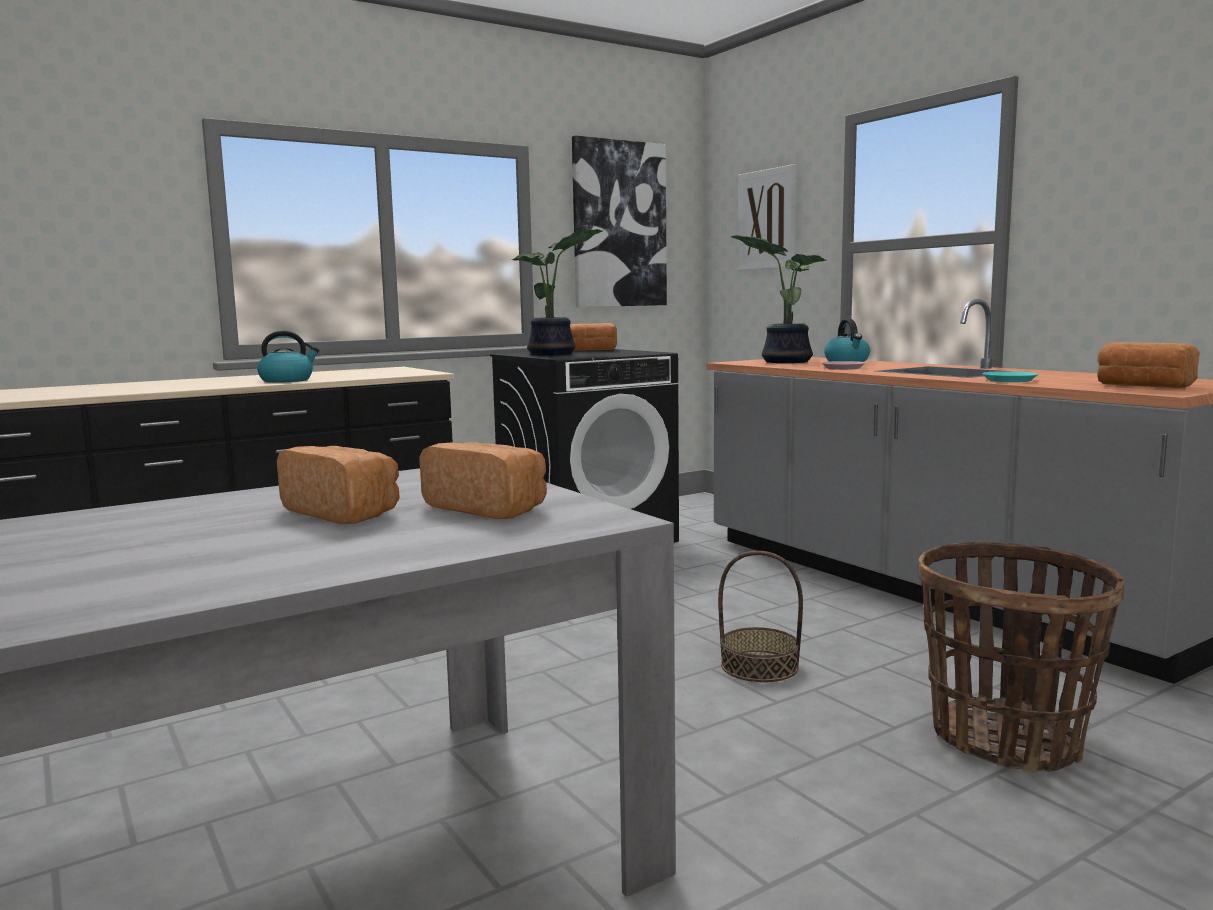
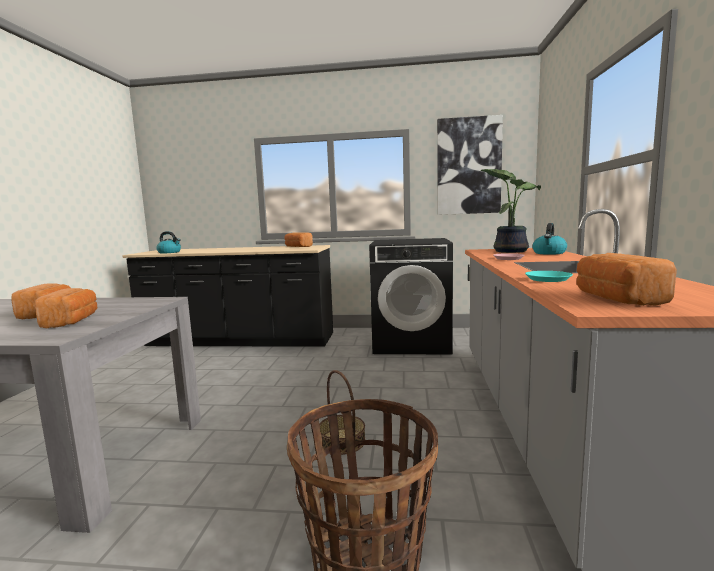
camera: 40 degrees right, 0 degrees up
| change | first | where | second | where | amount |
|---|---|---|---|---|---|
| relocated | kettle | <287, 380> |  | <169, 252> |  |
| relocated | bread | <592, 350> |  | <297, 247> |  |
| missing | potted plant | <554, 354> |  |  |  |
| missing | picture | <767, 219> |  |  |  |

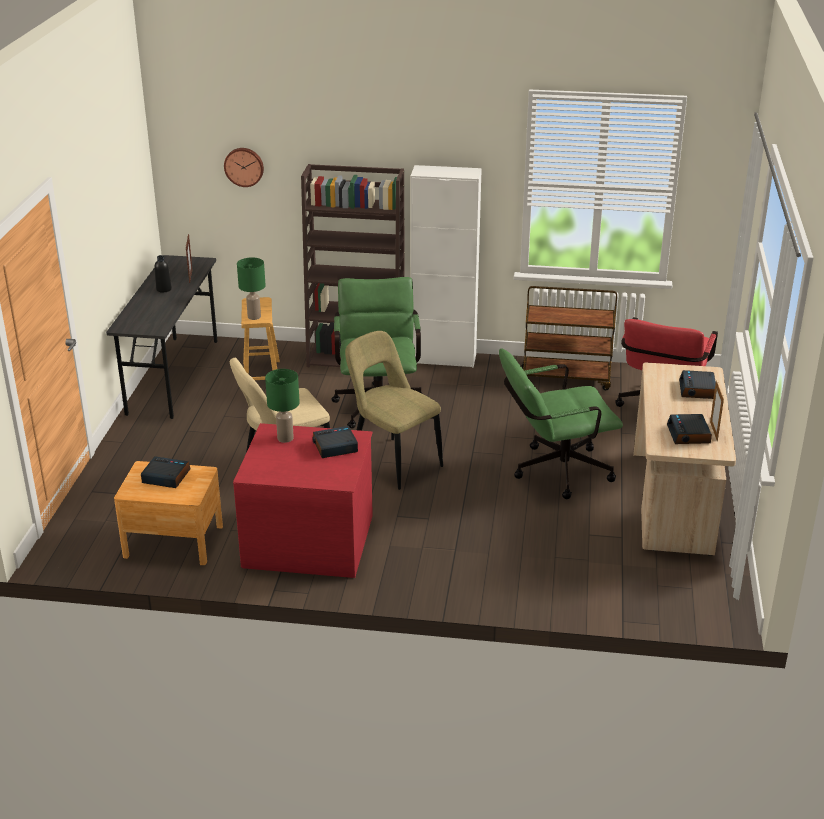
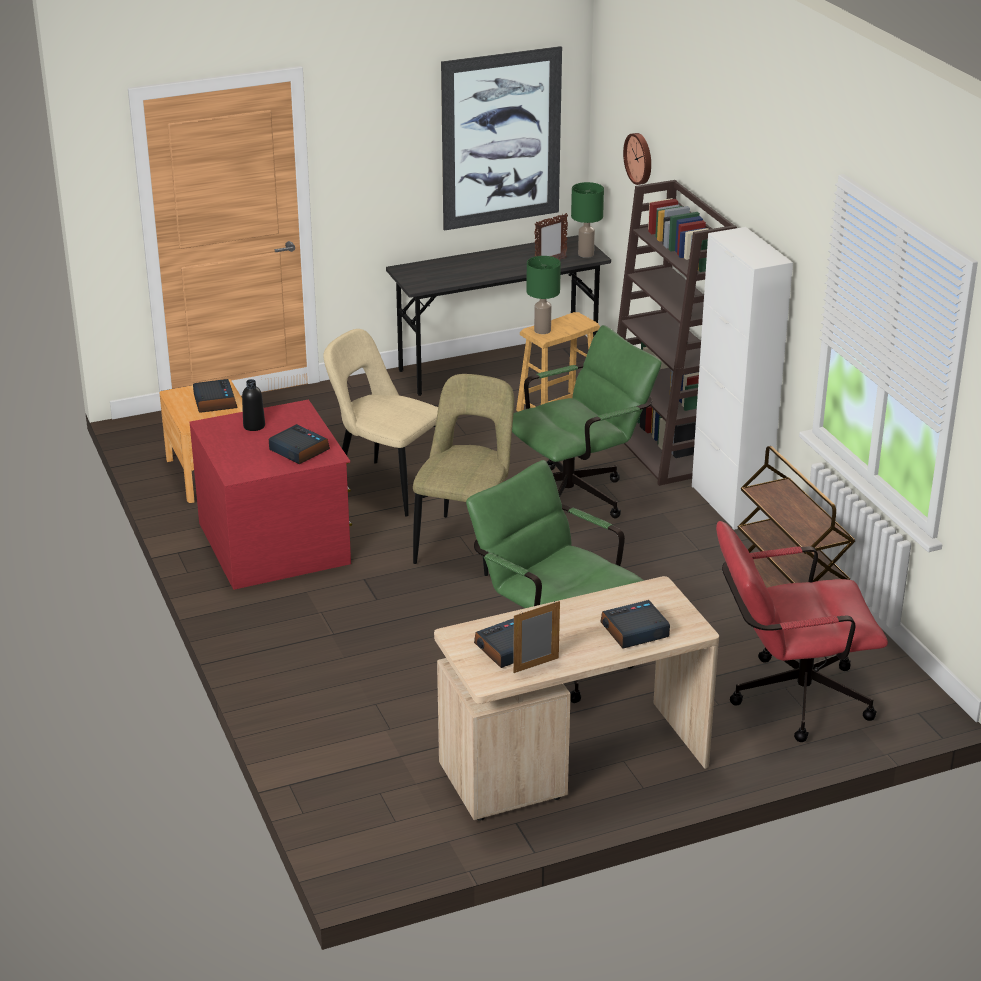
camera: 60 degrees right, 0 degrees up
| change | first | where | second | where | amount |
|---|---|---|---|---|---|
| relocated | black bottle | <164, 289> |  | <254, 426> |  |
| appeared |  |  | picture | <501, 139> |  |
| relocated | green table lamp | <285, 438> |  | <586, 254> |  |

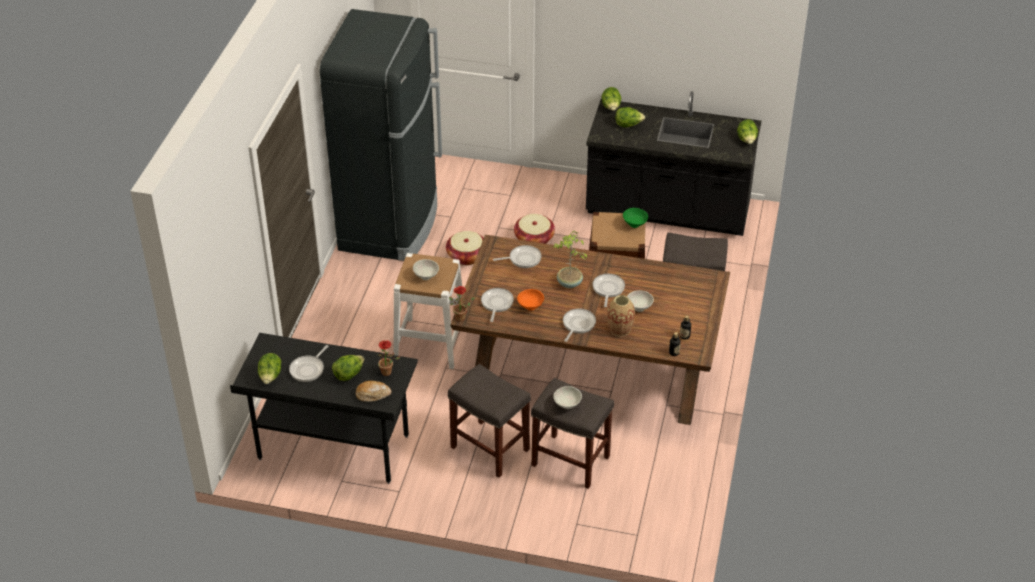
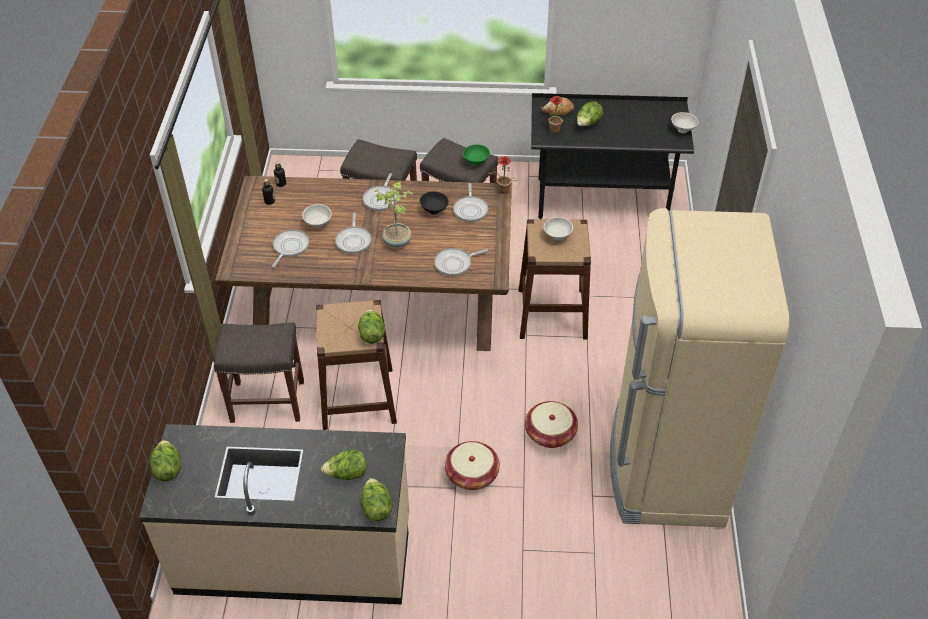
camera: 170 degrees right, 5 degrees up
| change | first | where | second | where | amount |
|---|---|---|---|---|---|
| colour | black counter | <668, 211> | beige counter | <295, 554> |  |
| relocated | frying pan | <308, 369> |  | <290, 247> |  |
| relocated | lettuce | <270, 377> |  | <372, 334> |  |
| colour | orange bowl | <530, 307> | black bowl | <434, 210> |  |
| relocated | green bowl | <635, 224> |  | <476, 163> |  |
| colour | white stool | <430, 343> | brown stool | <552, 313> |  |
| colour | black fridge | <390, 225> | beige fridge | <665, 469> |  |
| relocated | white bowl | <567, 406> |  | <682, 129> |  |
| missing | vase | <619, 329> |  |  |  |

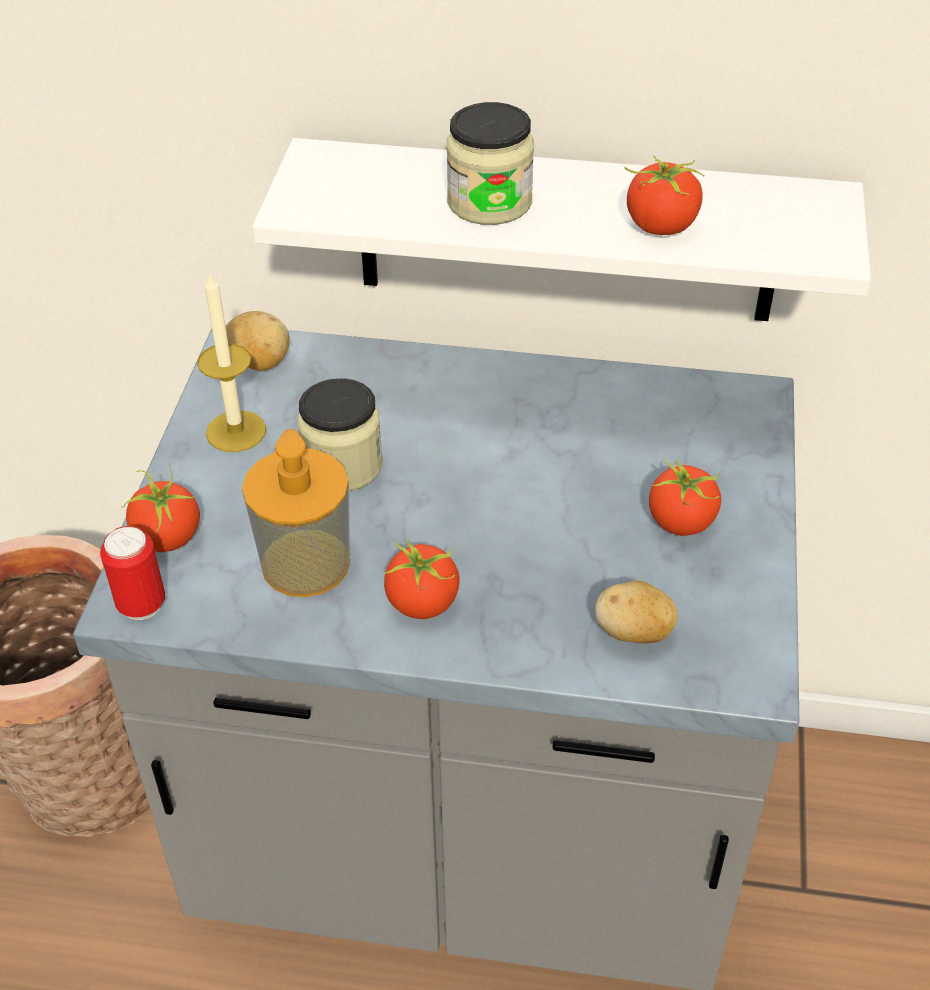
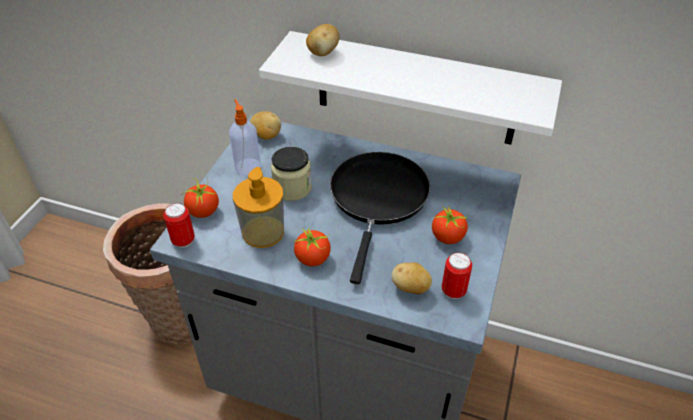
camera: 10 degrees right, 0 degrees up
| change | first | where | second | where | amount |
|---|---|---|---|---|---|
| exchanged | candle | <236, 431> | soap dispenser | <247, 166> |  |
| appeared |  |  | potato | <323, 53> |  |
| appeared |  |  | black frying pan | <378, 199> |  |
| appeared |  |  | can | <453, 291> |  |
| missing | jar | <489, 202> |  |  |  |
| missing | tomato | <660, 227> |  |  |  |

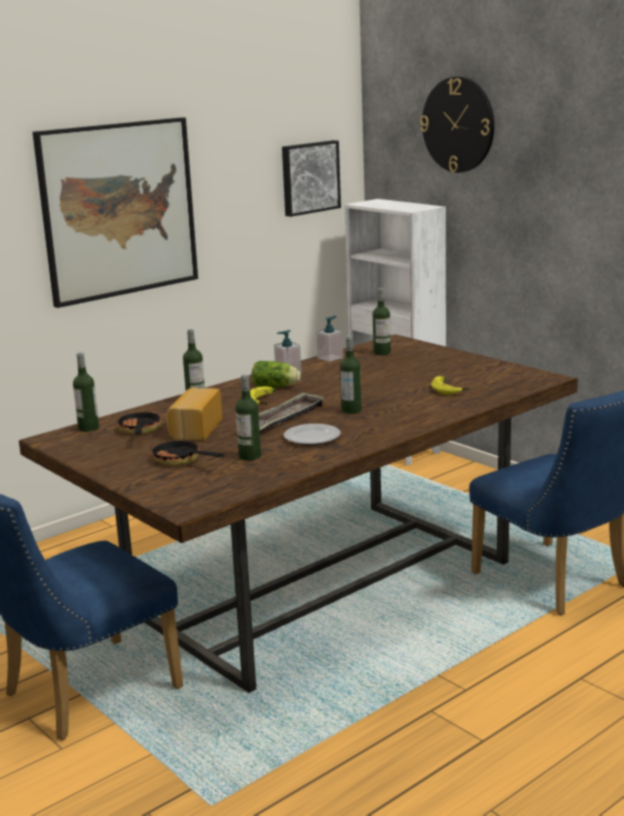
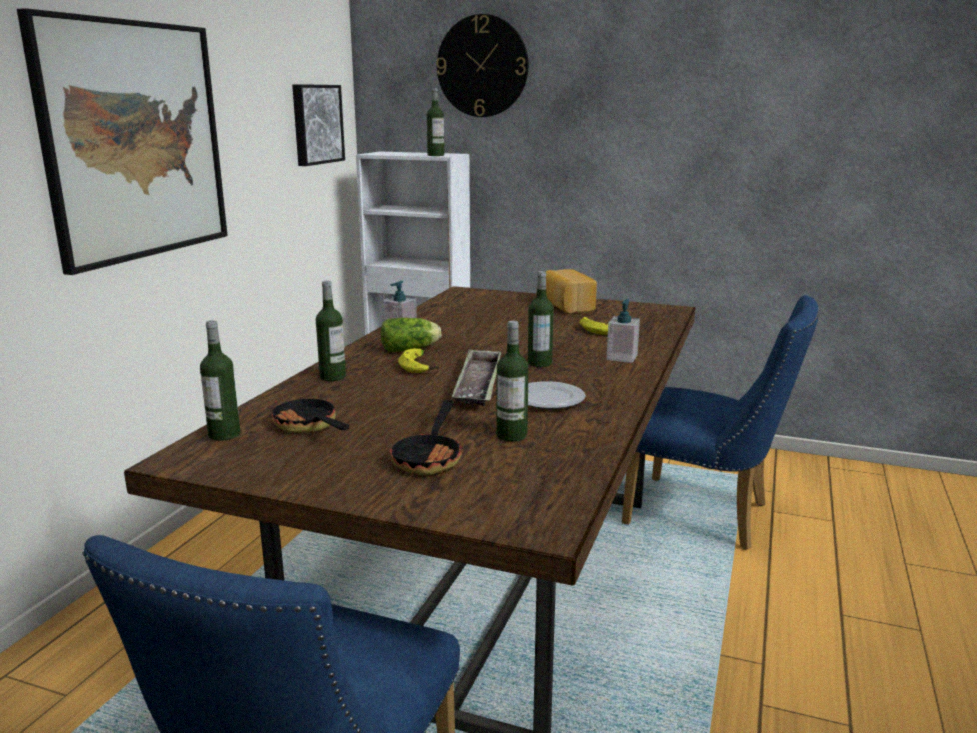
camera: 30 degrees left, 0 degrees up
| change | first | where | second | where | amount |
|---|---|---|---|---|---|
| spun | frying pan | <181, 461> |  | <430, 457> | 90 degrees counterclockwise |
| relocated | bottle | <382, 353> |  | <435, 155> |  |
| relocated | bread | <194, 429> |  | <566, 306> |  |
| relocated | soap dispenser | <330, 358> |  | <622, 357> |  |

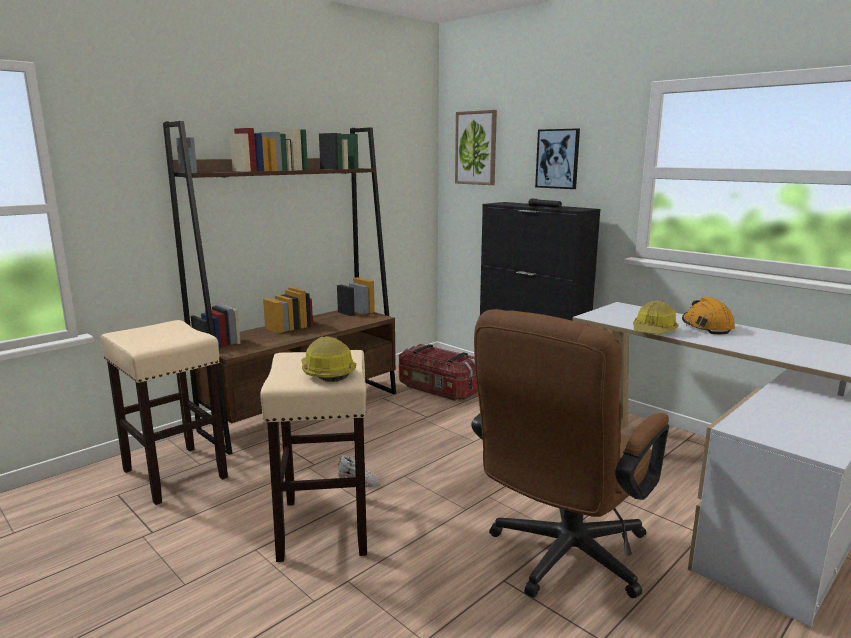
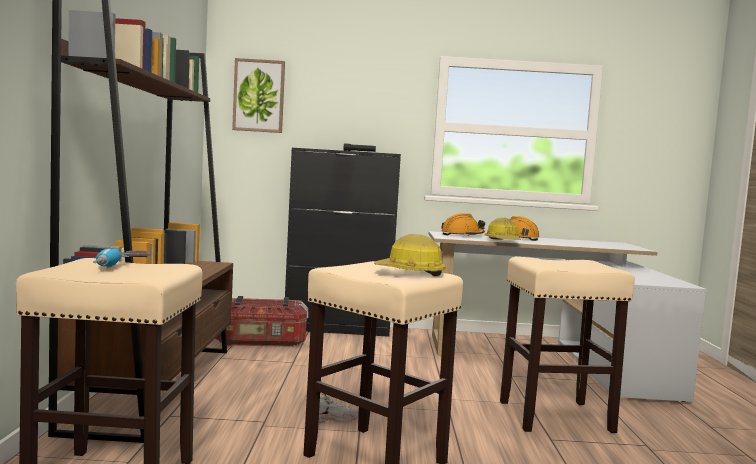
camera: 45 degrees left, 10 degrees down
| change | first | where | second | where | amount |
|---|---|---|---|---|---|
| appeared |  |  | power drill | <120, 266> |  |
| appeared |  |  | orange hard hat | <462, 235> |  |
| exchanged | brown office chair | <561, 559> | beige stool | <554, 416> |  |
| missing | picture | <558, 159> |  |  |  |

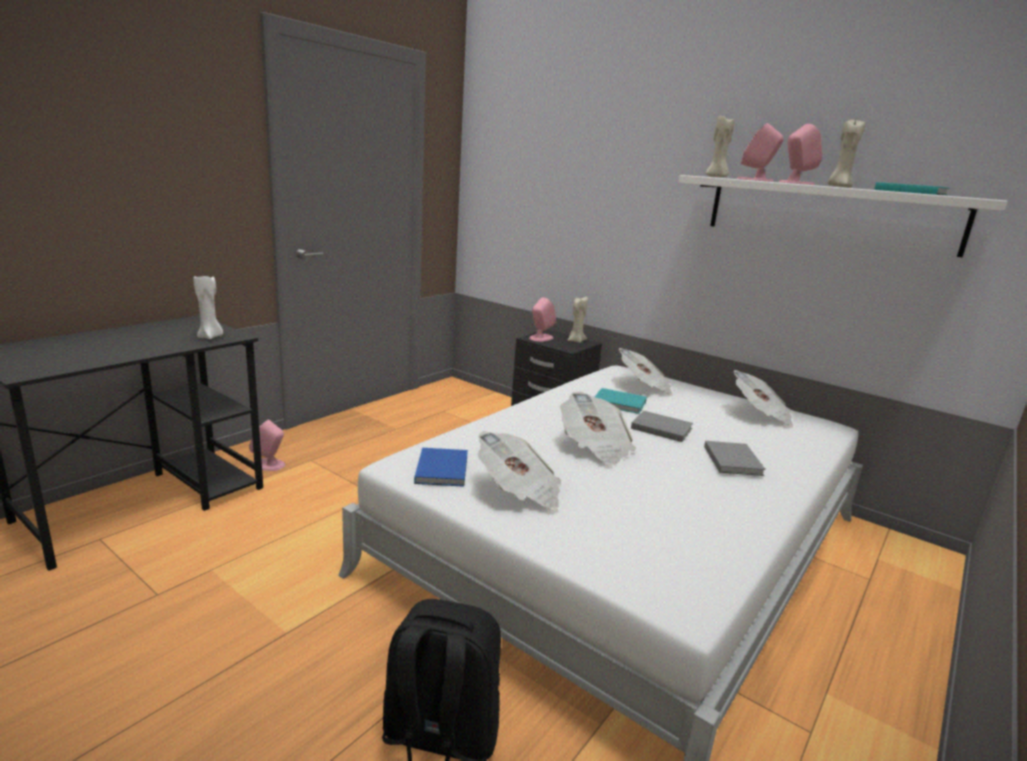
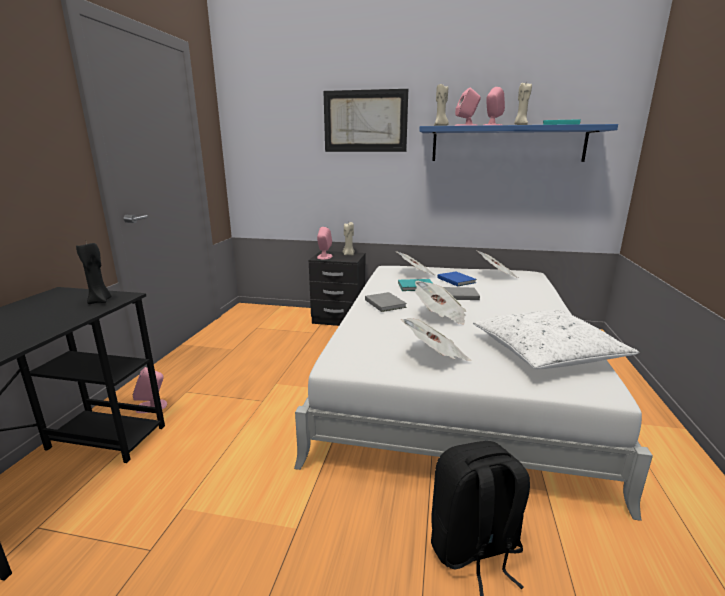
camera: 25 degrees left, 0 degrees up
| change | first | where | second | where | amount |
|---|---|---|---|---|---|
| colour | white candle | <210, 337> | black candle | <100, 301> |  |
| appeared |  |  | picture | <365, 121> |  |
| relocated | grey book | <733, 460> |  | <385, 303> |  |
| colour | white shelf | <829, 213> | blue shelf | <507, 144> |  |
| relocated | blue book | <443, 469> |  | <456, 280> |  |
| appeared |  |  | white pillow | <545, 352> |  |

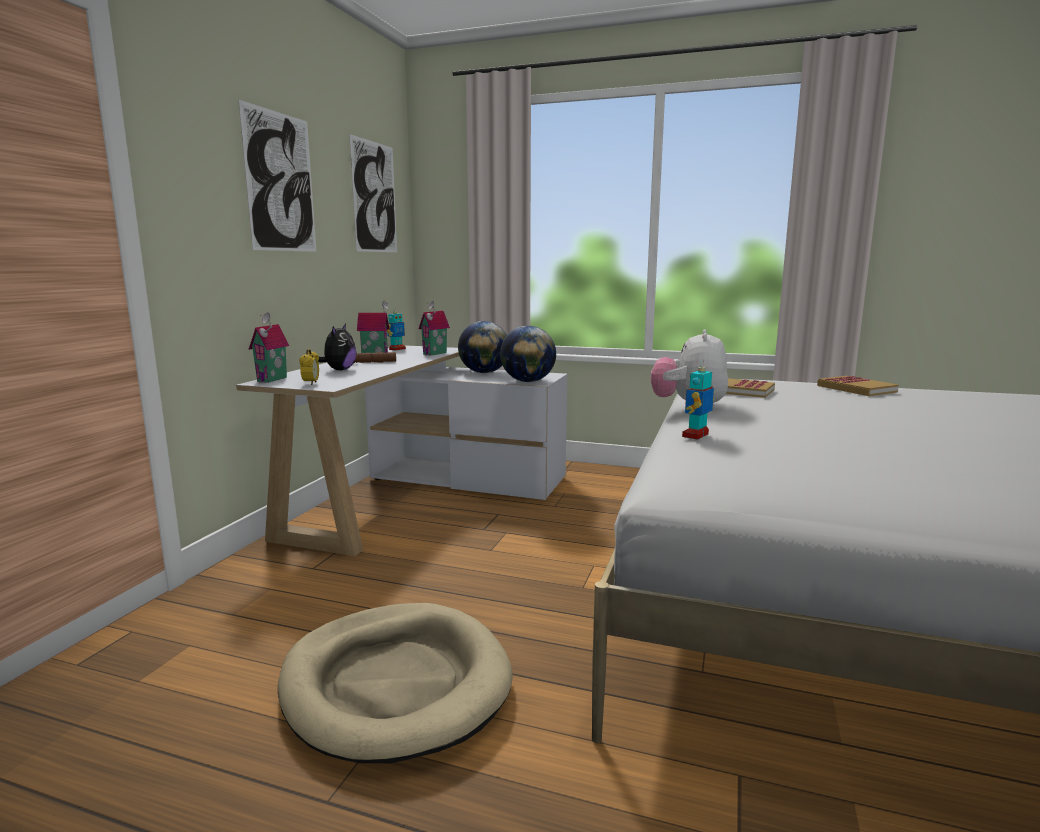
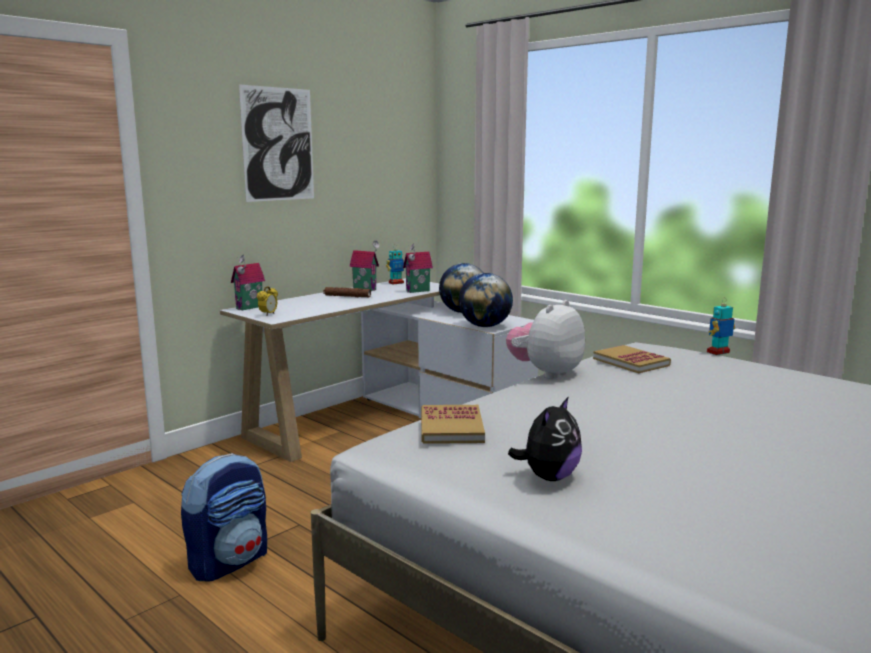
camera: 25 degrees right, 0 degrees up
| change | first | where | second | where | amount |
|---|---|---|---|---|---|
| exchanged | beige dog bed | <396, 684> | backpack | <229, 561> |  |
| relocated | book | <856, 389> |  | <451, 428> |  |
| relocated | plush toy | <339, 370> |  | <548, 477> |  |
| relocated | toy robot | <696, 435> |  | <718, 352> |  |
| missing | picture | <374, 197> |  |  |  |

